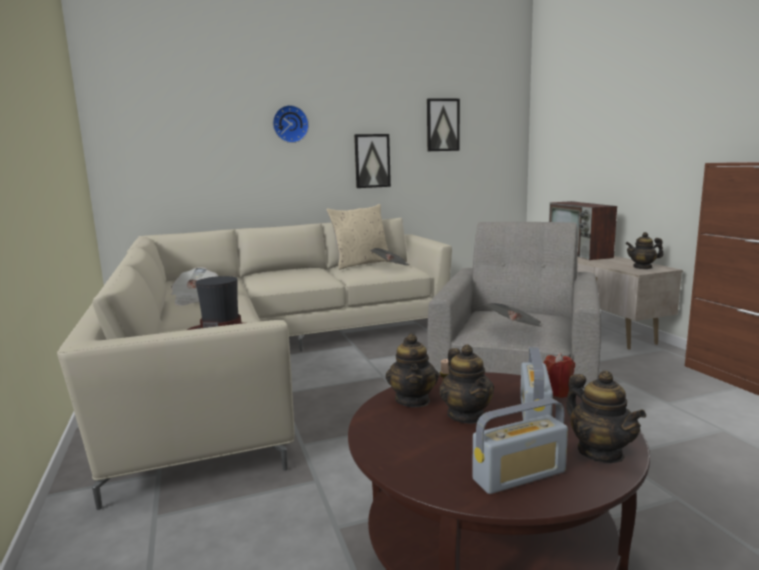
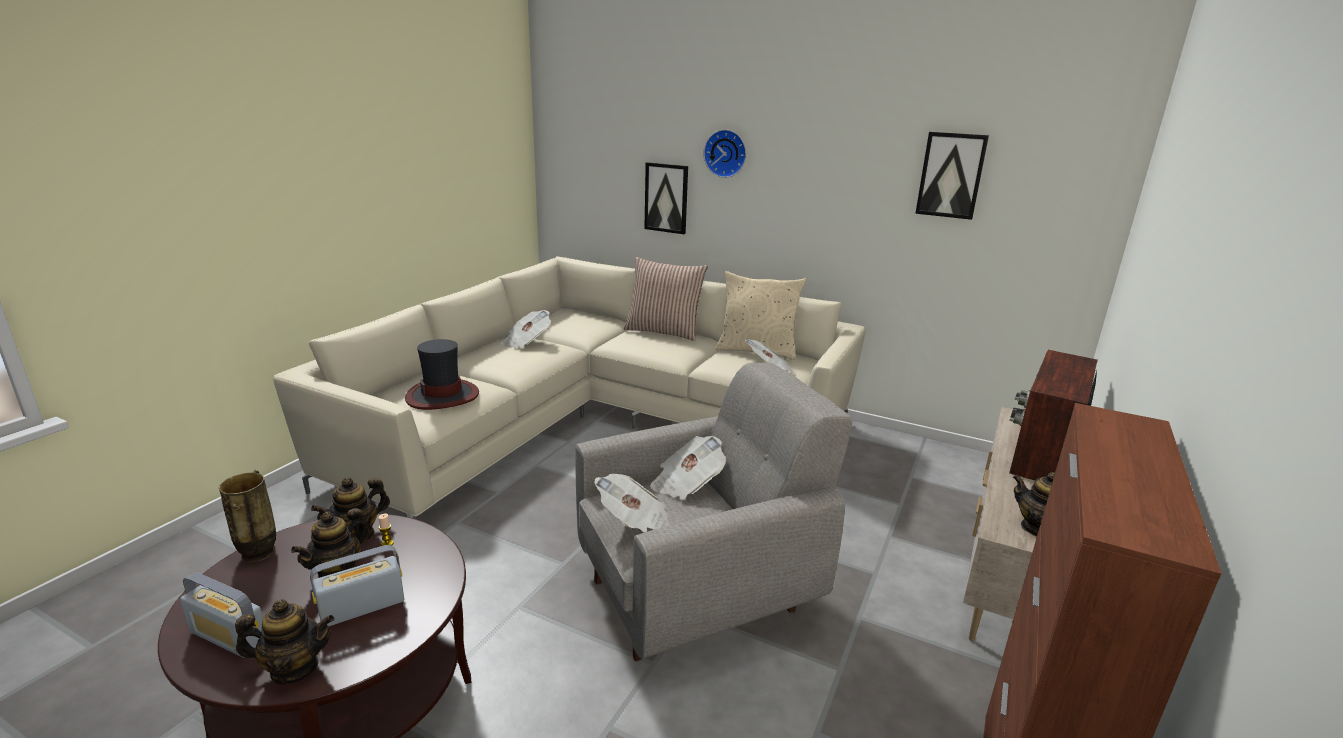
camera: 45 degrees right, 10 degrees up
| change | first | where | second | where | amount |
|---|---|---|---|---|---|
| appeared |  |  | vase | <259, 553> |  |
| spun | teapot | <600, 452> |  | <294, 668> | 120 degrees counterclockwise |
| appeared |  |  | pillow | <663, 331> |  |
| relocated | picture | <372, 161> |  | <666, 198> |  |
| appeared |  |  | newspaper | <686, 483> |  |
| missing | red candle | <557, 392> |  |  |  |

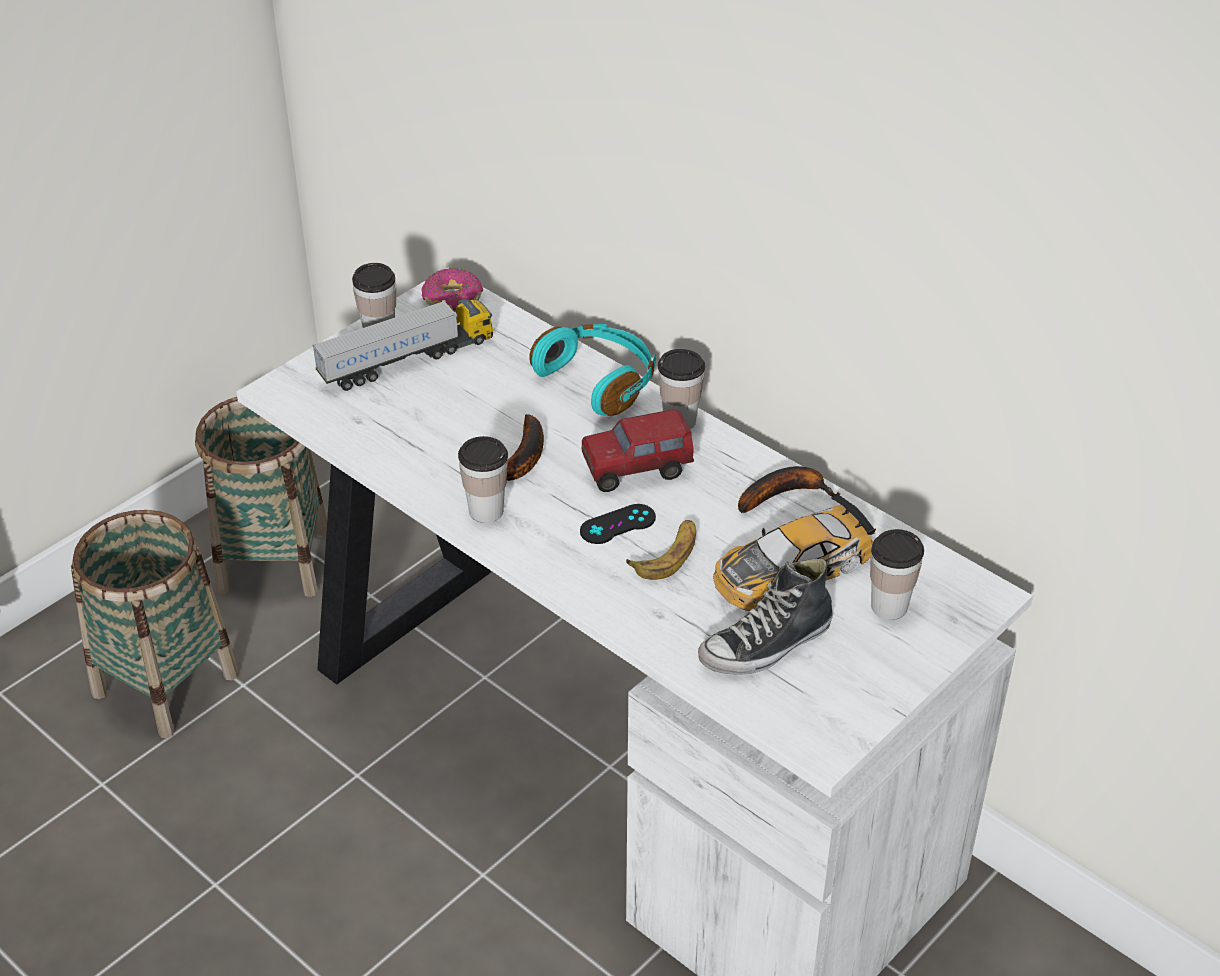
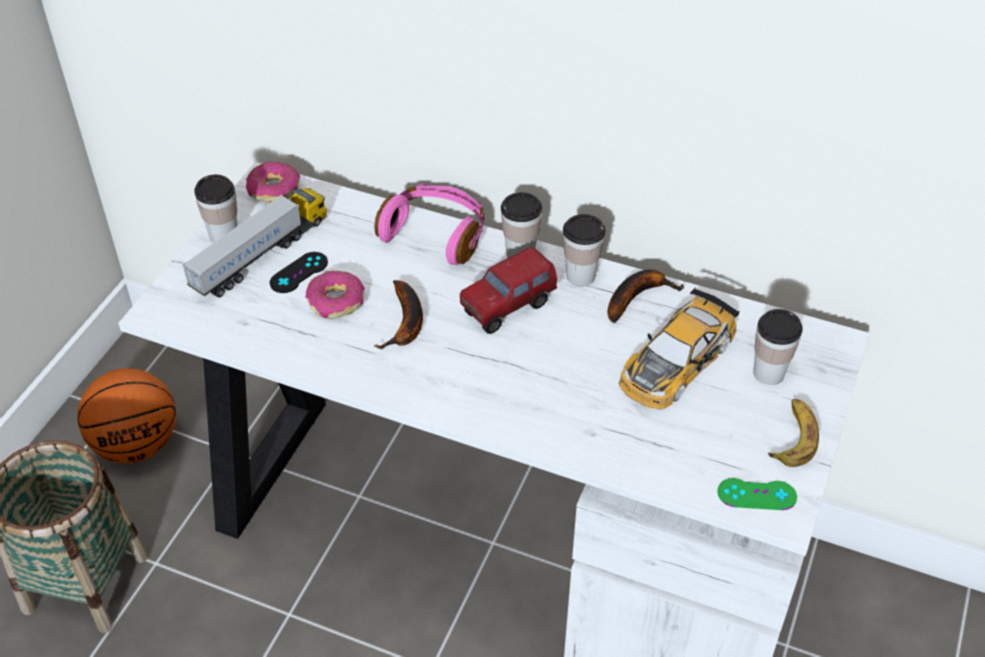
camera: 20 degrees left, 5 degrees up
| change | first | where | second | where | amount |
|---|---|---|---|---|---|
| exchanged | basket | <274, 561> | basketball | <137, 444> |  |
| relocated | black game controller | <618, 524> |  | <299, 273> |  |
| appeared |  |  | donut | <336, 302> |  |
| colour | turquoise headphones | <599, 381> | pink headphones | <436, 234> |  |
| relocated | cup | <486, 511> |  | <580, 276> |  |
| appeared |  |  | green game controller | <756, 494> |  |
| relocated | banana | <667, 555> |  | <793, 437> |  |
| missing | shoe | <766, 645> |  |  |  |

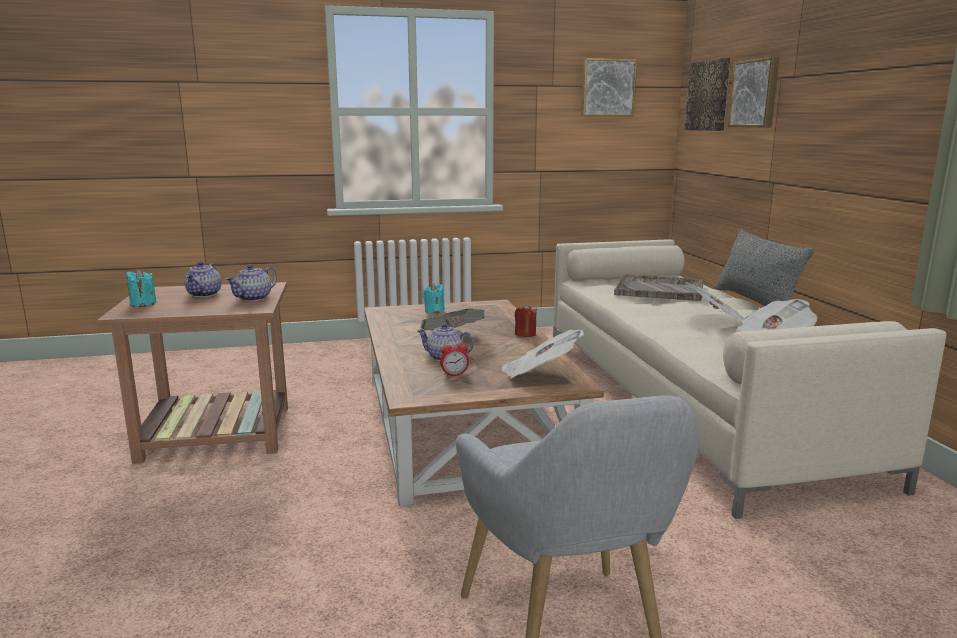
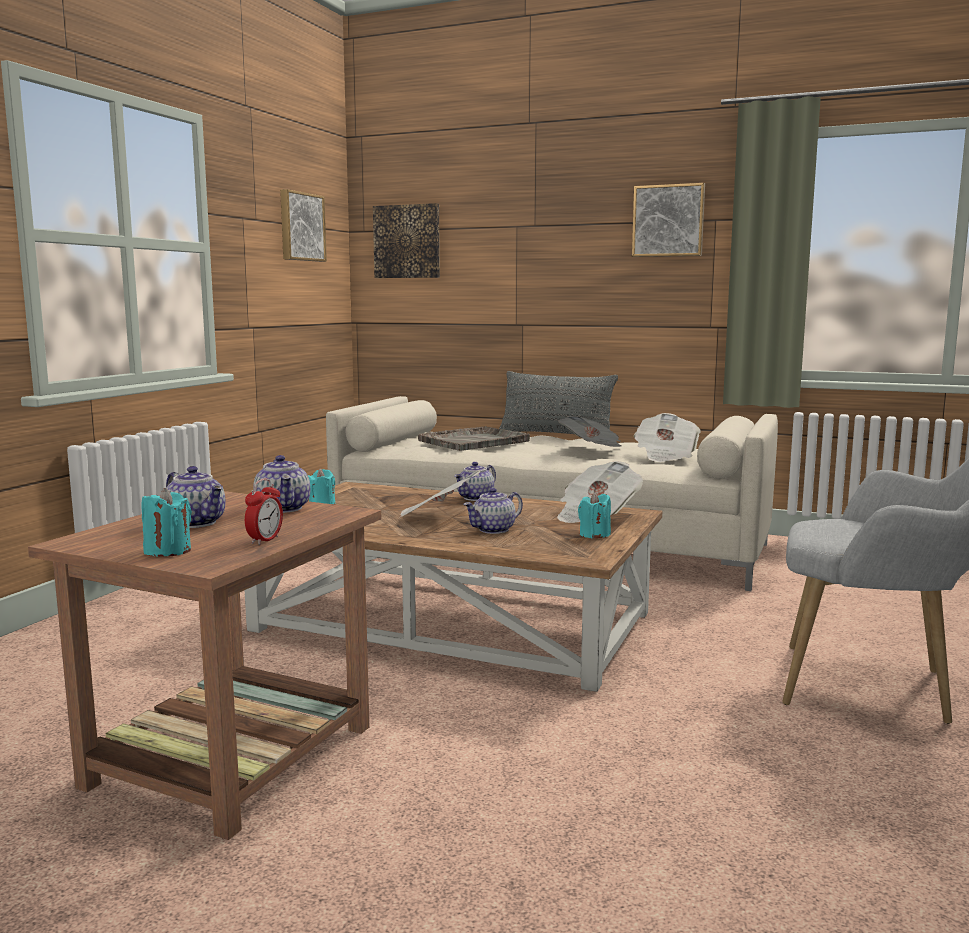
camera: 55 degrees left, 5 degrees down
| change | first | where | second | where | amount |
|---|---|---|---|---|---|
| relocated | alarm clock | <454, 375> |  | <265, 540> |  |
| exchanged | red candle | <525, 334> | teapot | <476, 498> |  |
| appeared |  |  | turquoise candle | <594, 535> |  |
| relocated | picture | <755, 93> |  | <668, 221> |  |

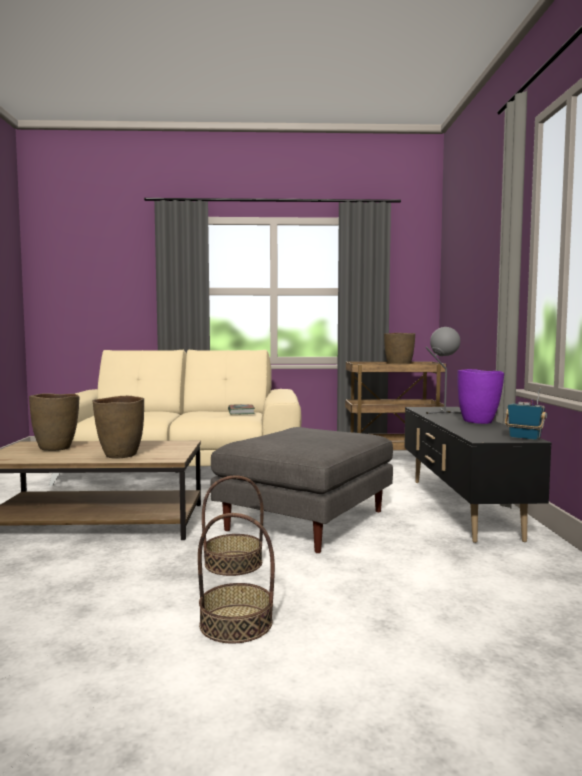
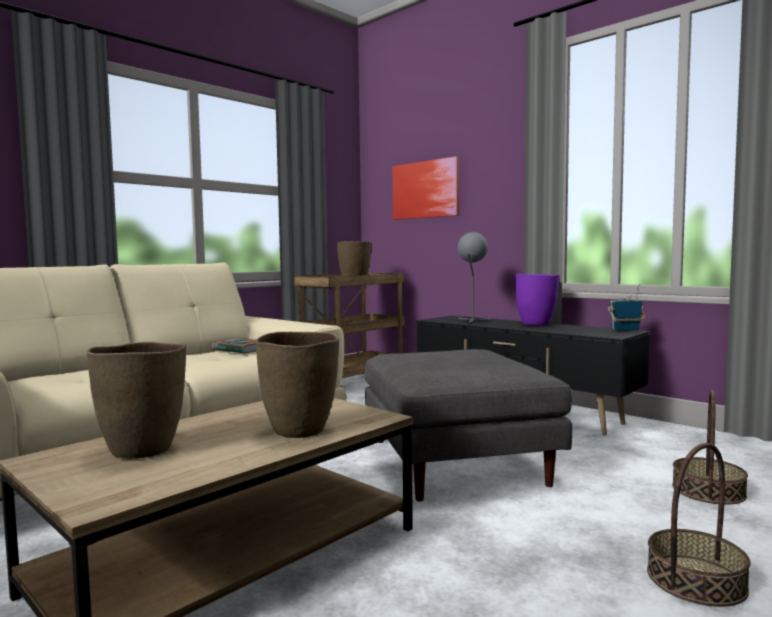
camera: 45 degrees left, 0 degrees up
| change | first | where | second | where | amount |
|---|---|---|---|---|---|
| appeared |  |  | picture | <425, 189> |  |
| relocated | basket | <233, 563> |  | <708, 490> |  |

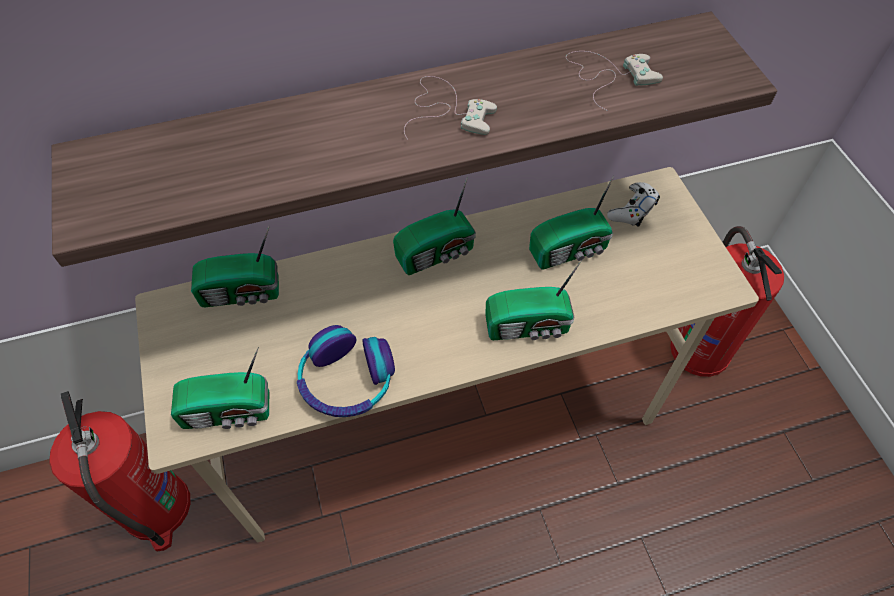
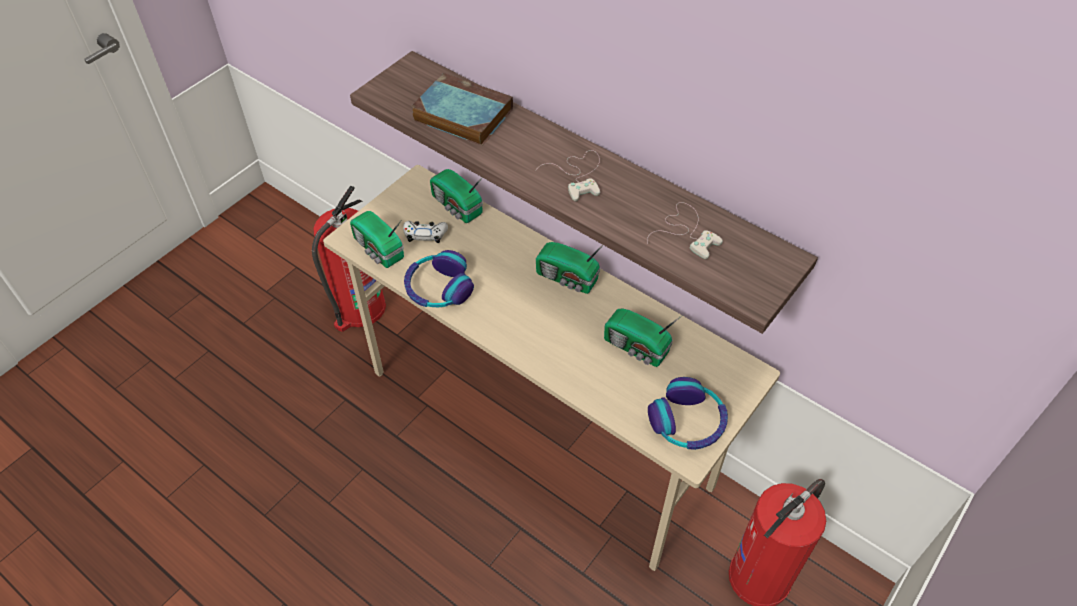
camera: 55 degrees right, 5 degrees down
| change | first | where | second | where | amount |
|---|---|---|---|---|---|
| relocated | white game controller | <632, 209> |  | <425, 234> |  |
| appeared |  |  | book | <460, 115> |  |
| appeared |  |  | headphones | <687, 422> |  |
| missing | radio | <529, 326> |  |  |  |

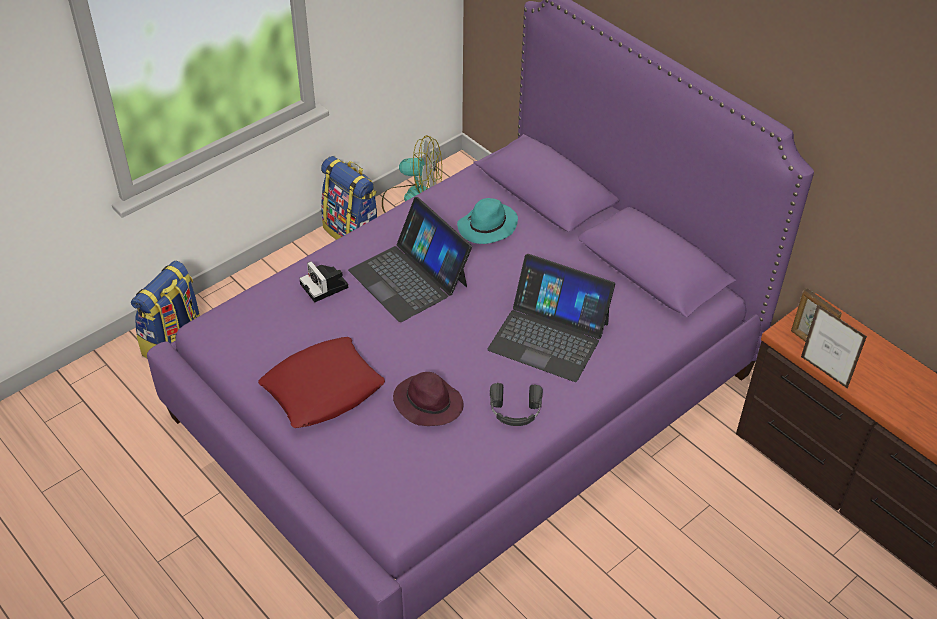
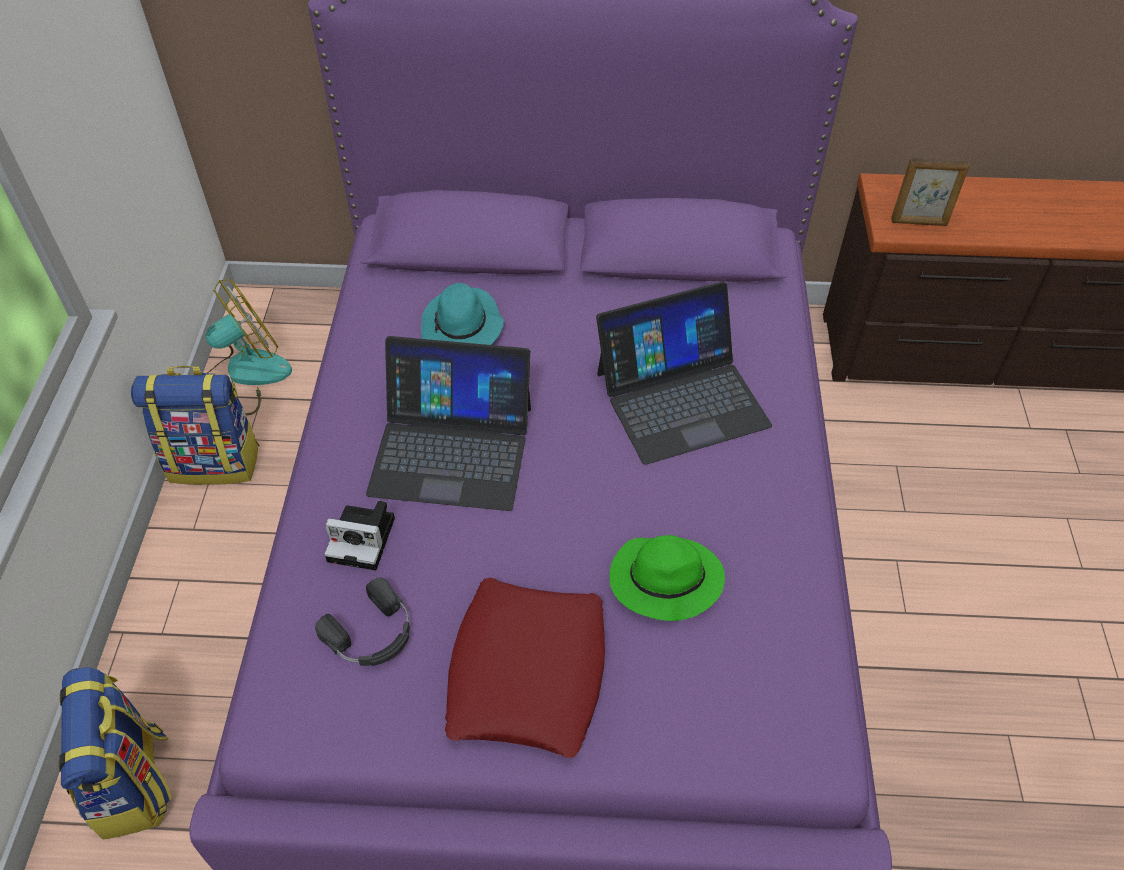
camera: 45 degrees left, 5 degrees up
| change | first | where | second | where | amount |
|---|---|---|---|---|---|
| relocated | black headphones | <515, 410> |  | <372, 634> |  |
| colour | purple hat | <427, 403> | green hat | <664, 581> |  |
| missing | picture frame | <824, 372> |  |  |  |

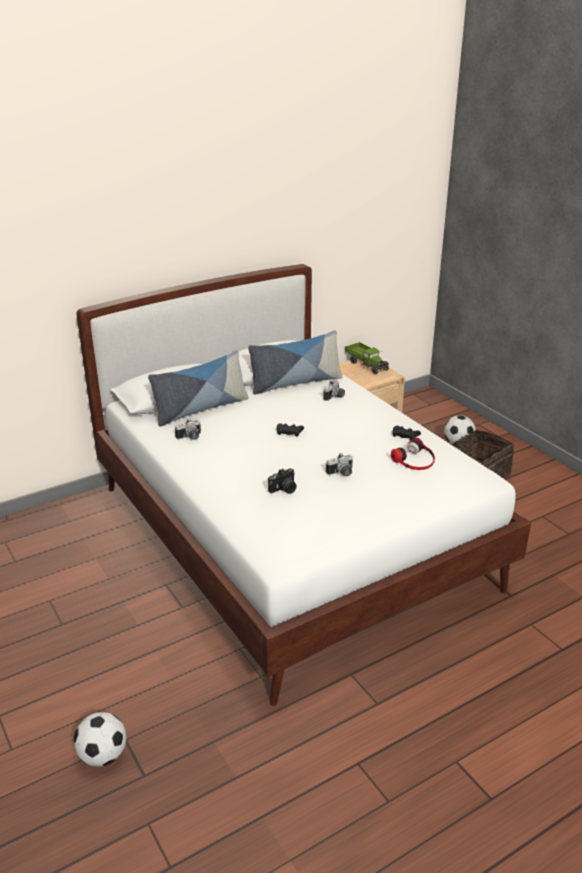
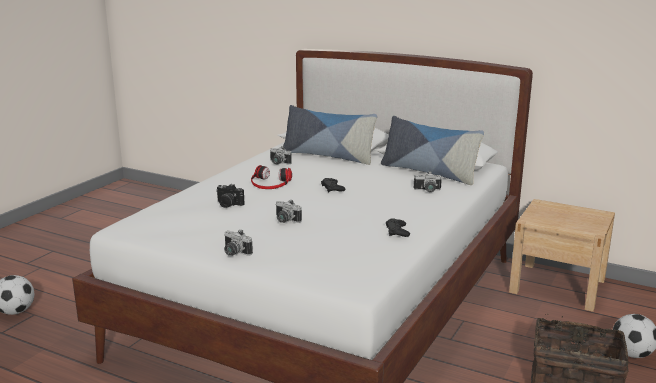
camera: 60 degrees right, 10 degrees down
| change | first | where | second | where | amount |
|---|---|---|---|---|---|
| appeared |  |  | photo camera | <234, 253> |  |
| relocated | headphones | <415, 460> |  | <270, 183> |  |
| missing | toy truck | <367, 365> |  |  |  |

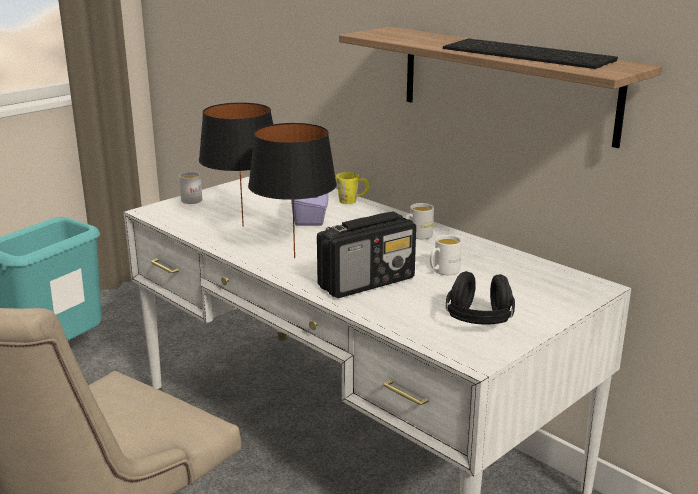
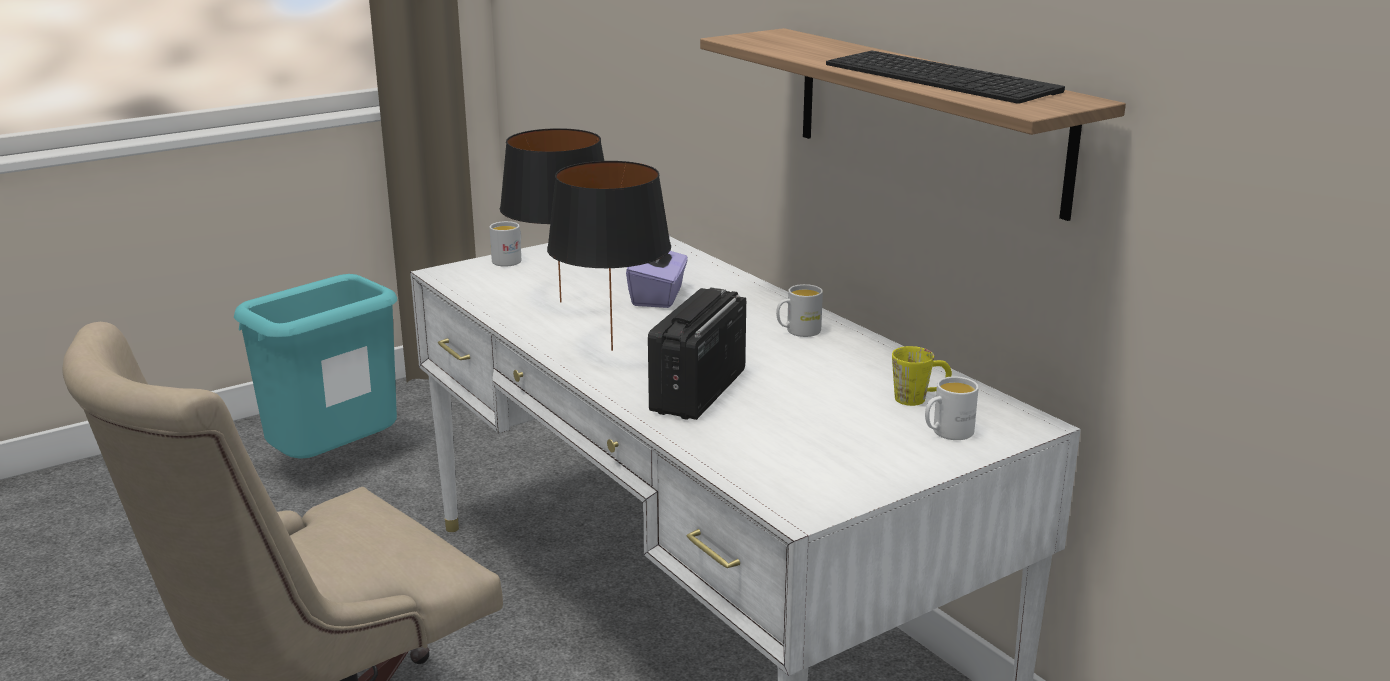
camera: 10 degrees right, 0 degrees up
| change | first | where | second | where | amount |
|---|---|---|---|---|---|
| spun | radio | <367, 282> |  | <697, 392> | 135 degrees clockwise |
| relocated | yellow mug | <352, 200> |  | <919, 398> |  |
| relocated | white mug | <443, 271> |  | <947, 433> |  |
| missing | black headphones | <479, 321> |  |  |  |

